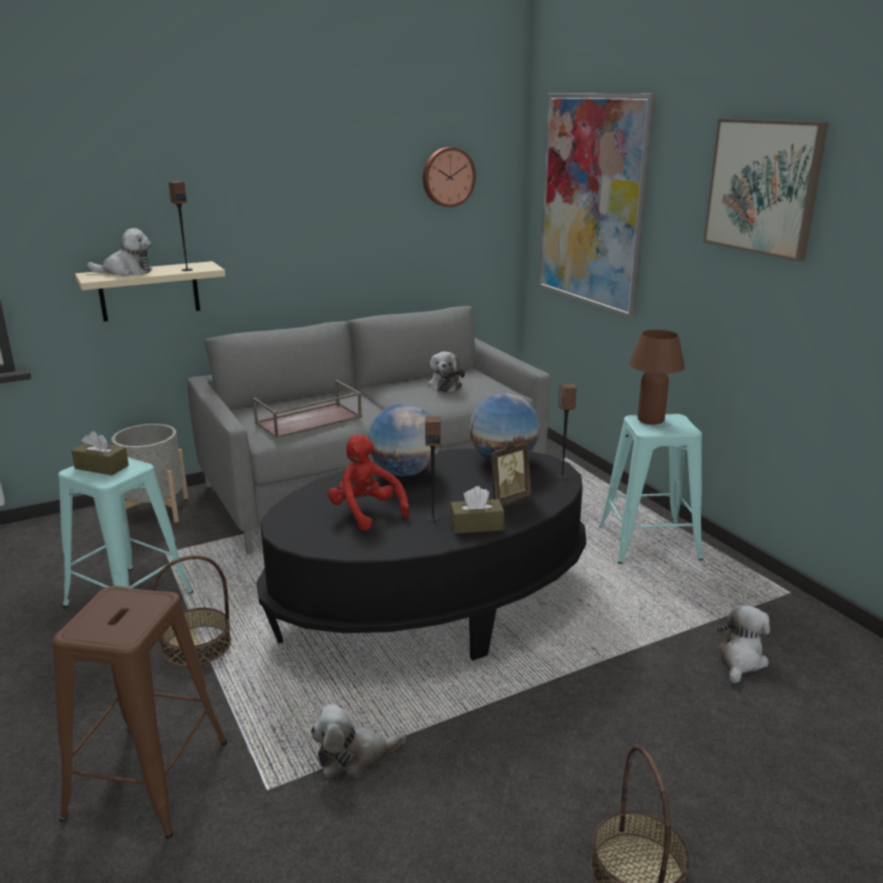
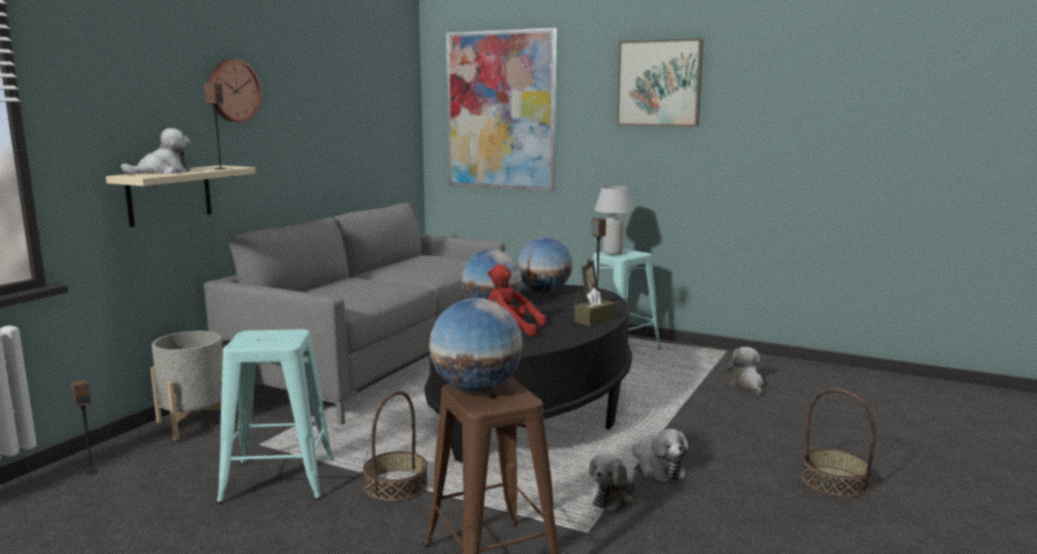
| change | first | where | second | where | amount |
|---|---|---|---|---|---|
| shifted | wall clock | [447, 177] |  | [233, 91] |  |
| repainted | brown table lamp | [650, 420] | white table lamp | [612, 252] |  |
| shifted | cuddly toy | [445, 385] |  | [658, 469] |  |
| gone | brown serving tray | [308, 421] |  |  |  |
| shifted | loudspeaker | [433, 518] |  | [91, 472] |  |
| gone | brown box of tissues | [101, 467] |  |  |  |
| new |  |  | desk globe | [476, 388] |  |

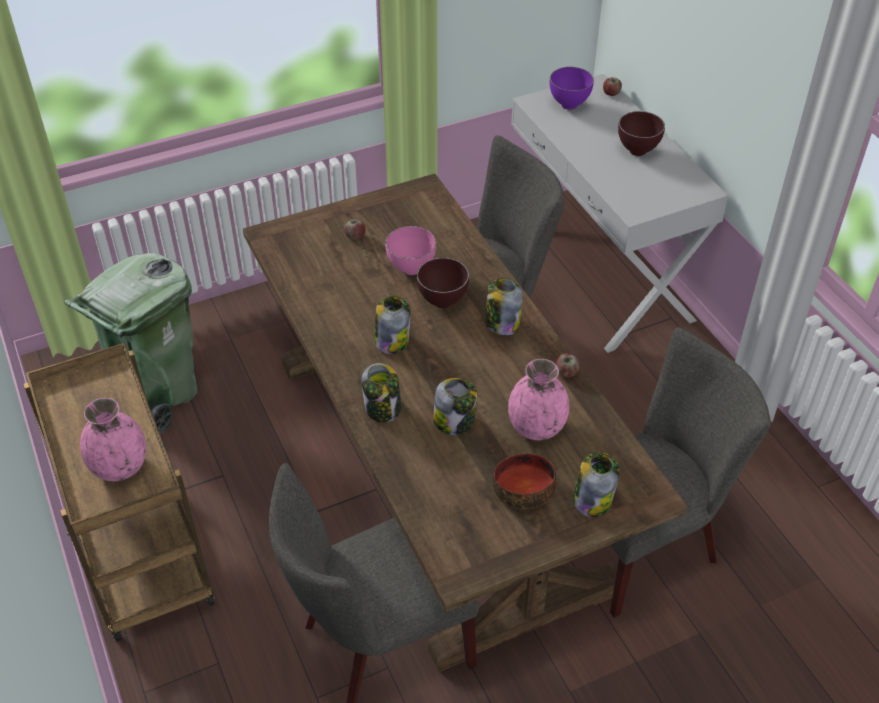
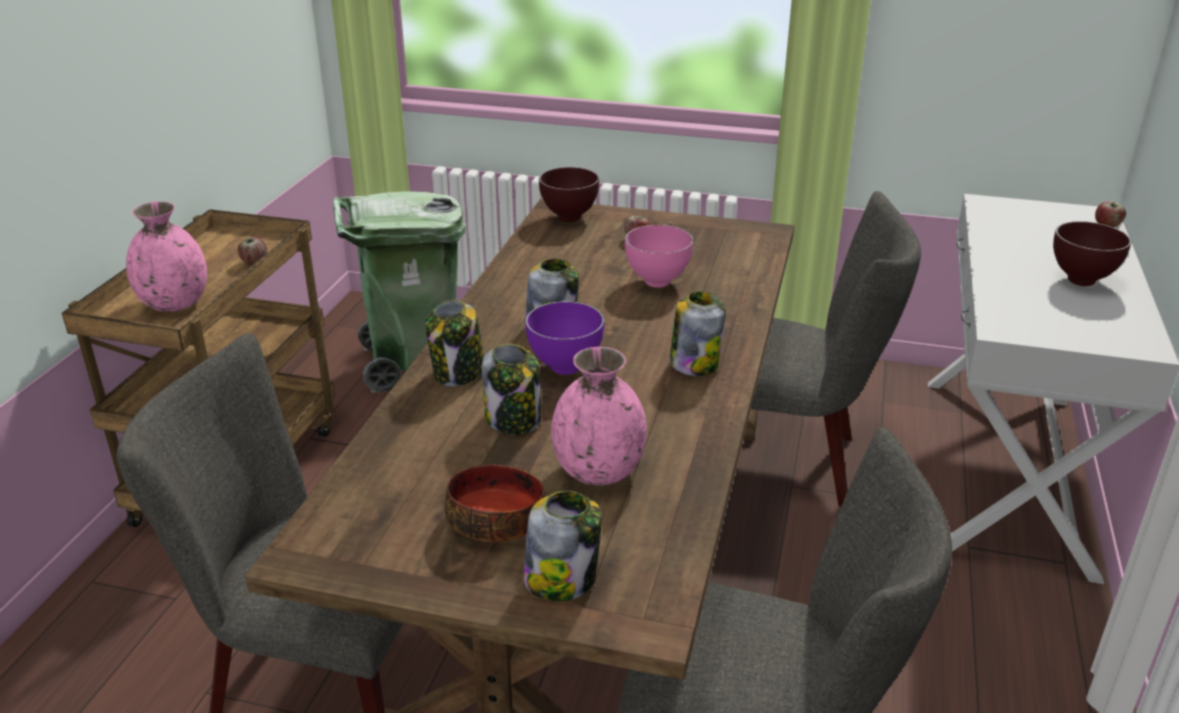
| change | first | where | second | where | amount |
|---|---|---|---|---|---|
| shifted | purple bowl | [569, 106] |  | [564, 369] |  |
| shifted | brown bowl | [441, 303] |  | [567, 218] |  |
| shifted | apple | [566, 373] |  | [254, 262] |  |

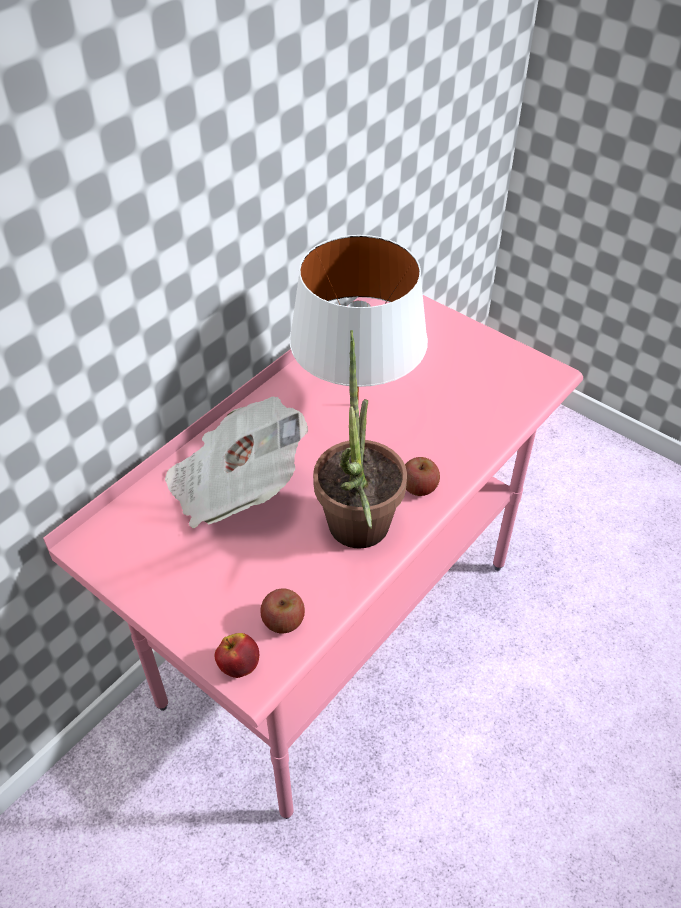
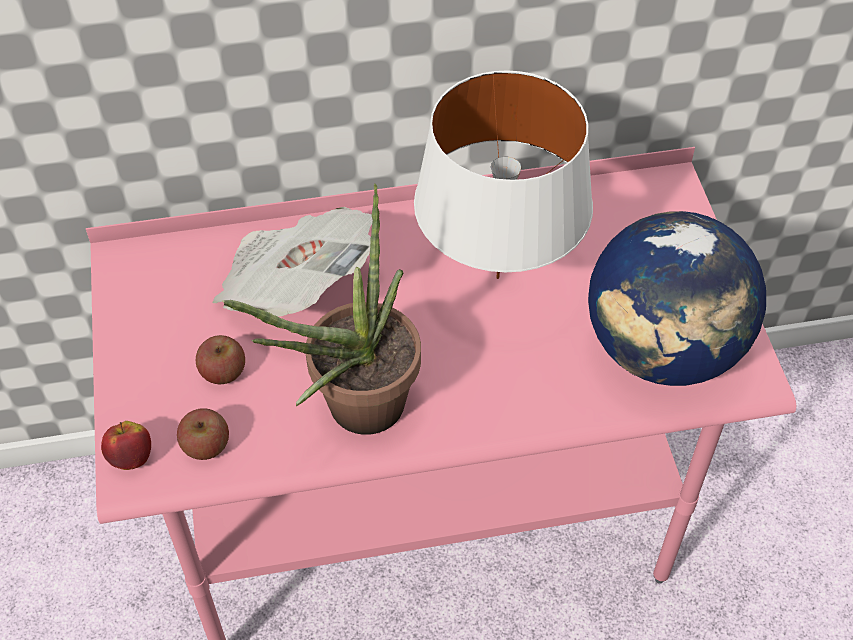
| change | first | where | second | where | amount |
|---|---|---|---|---|---|
| shifted | apple | [419, 487] |  | [223, 372] |  |
| new |  |  | desk globe | [663, 350] |  |

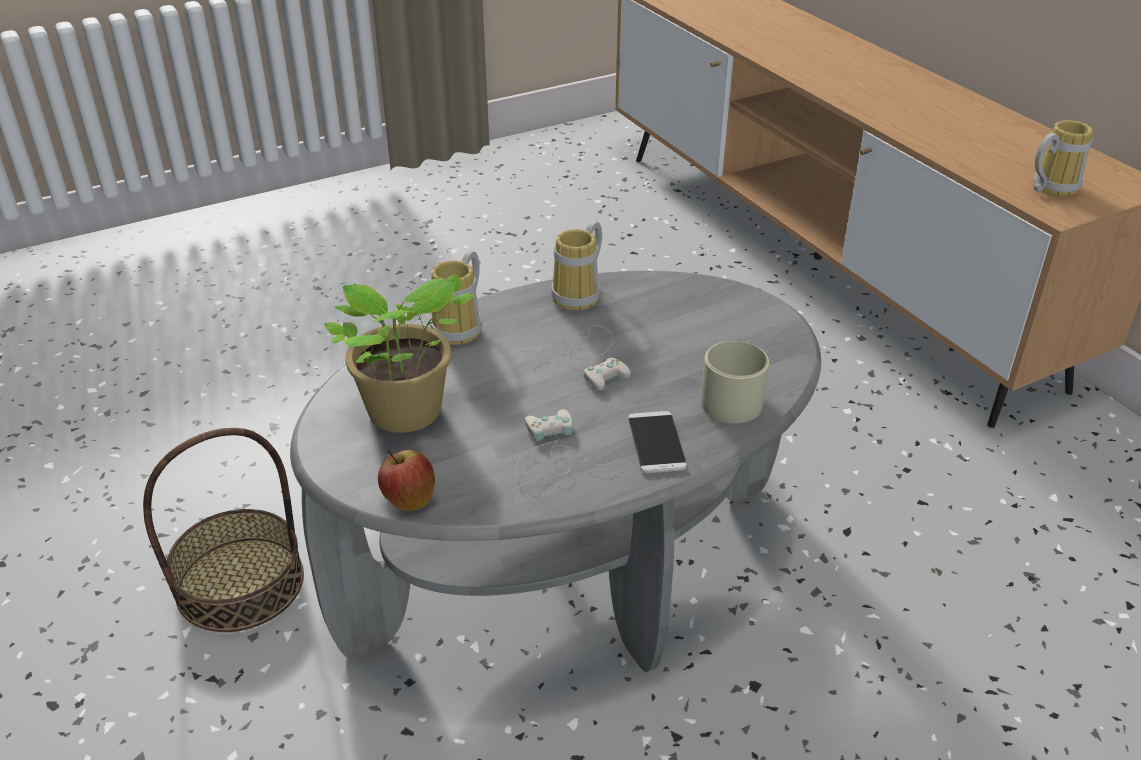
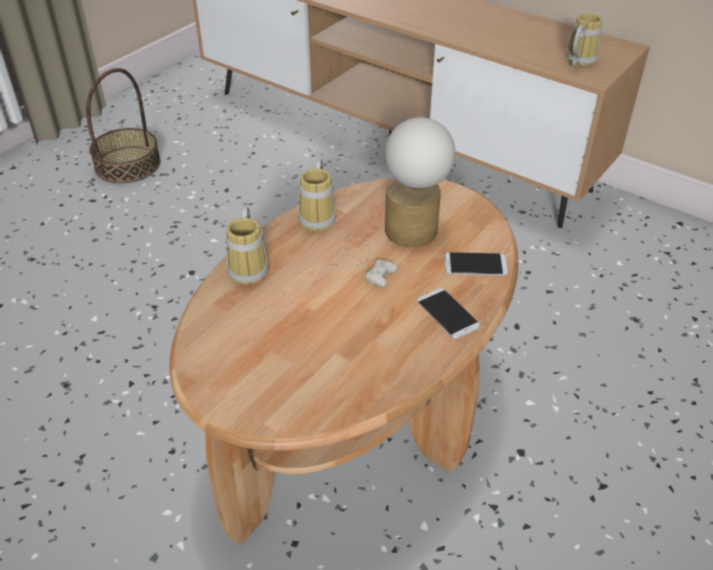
| change | first | where | second | where | amount |
|---|---|---|---|---|---|
| repainted | grey low table | [569, 566] | brown low table | [356, 414] |  |
| gone | plant in a pot | [406, 415] |  |  |  |
| swapped | beige mug | [734, 399] | phone | [475, 265] |  |
| gone | white gamepad | [553, 454] |  |  |  |
| shifted | household basket | [240, 583] |  | [127, 164] |  |
| gone | apple | [408, 501] |  |  |  |
| new |  |  | table lamp | [415, 226] |  |

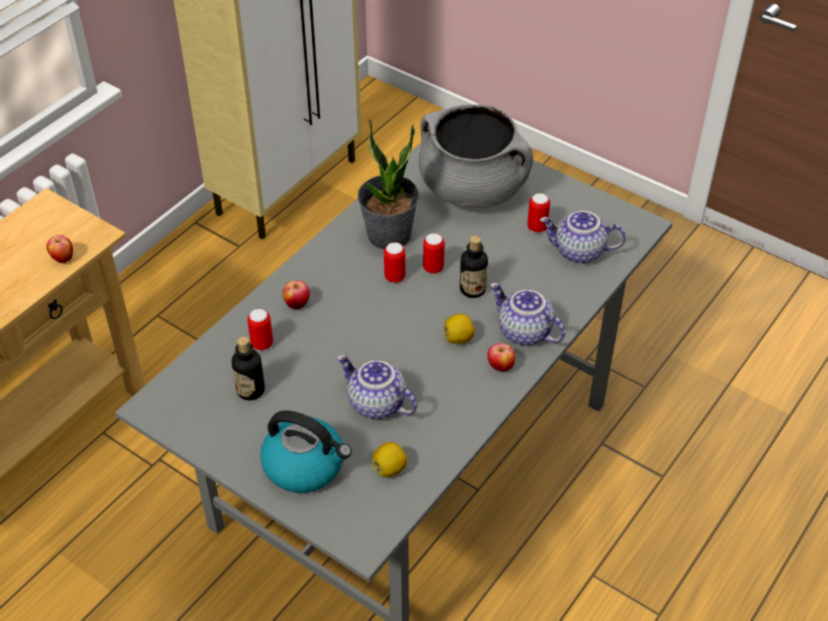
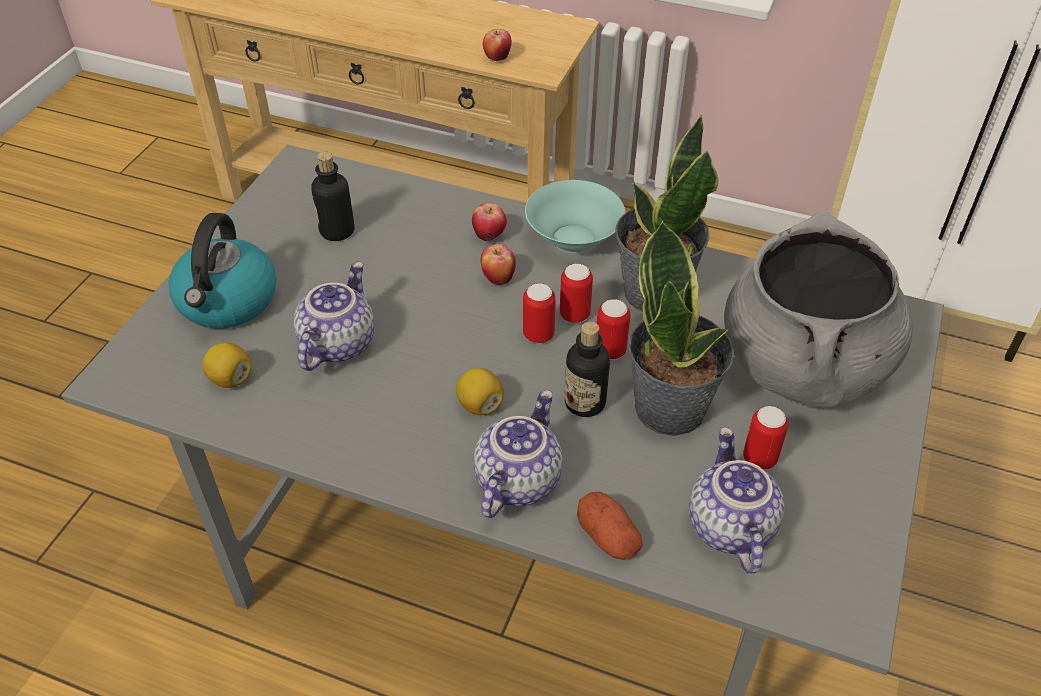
| change | first | where | second | where | amount |
|---|---|---|---|---|---|
| shifted | metal can | [262, 344] |  | [538, 335] |  |
| shifted | apple | [500, 367] |  | [498, 278] |  |
| new |  |  | blue-green bowl | [574, 240] |  |
| new |  |  | plant in a pot | [671, 408] |  |
| new |  |  | whole potato | [608, 536] |  |

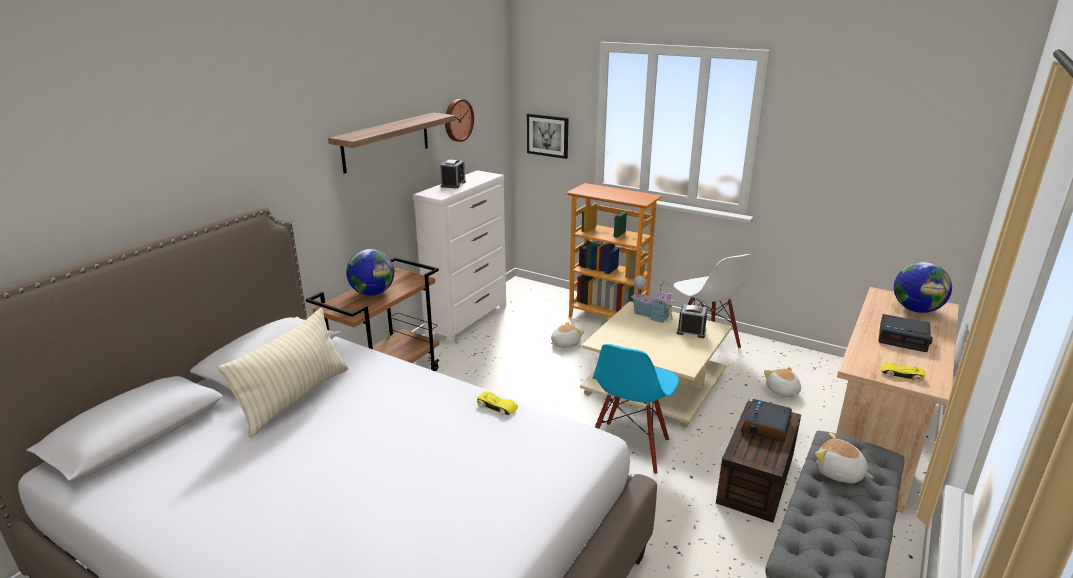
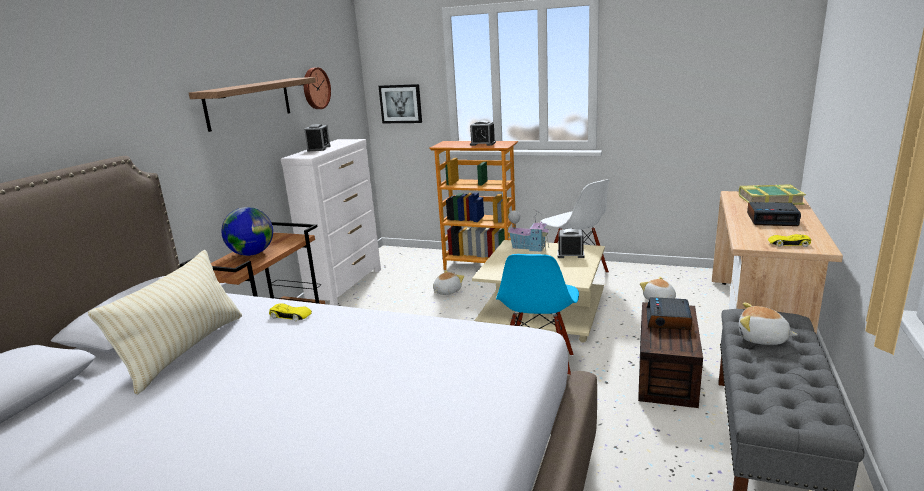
| change | first | where | second | where | amount |
|---|---|---|---|---|---|
| swapped | desk globe | [916, 310] | book | [769, 200] |  |
| shifted | yellow-coloured miniature car | [497, 407] |  | [291, 316] |  |
| new |  |  | alarm clock | [482, 144] |  |

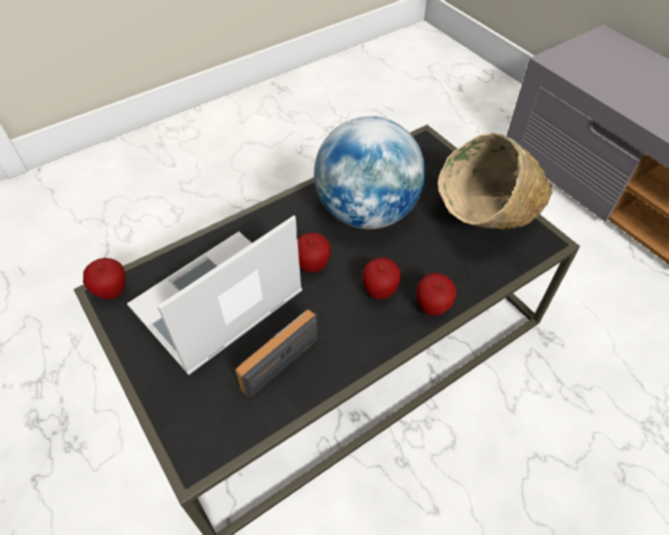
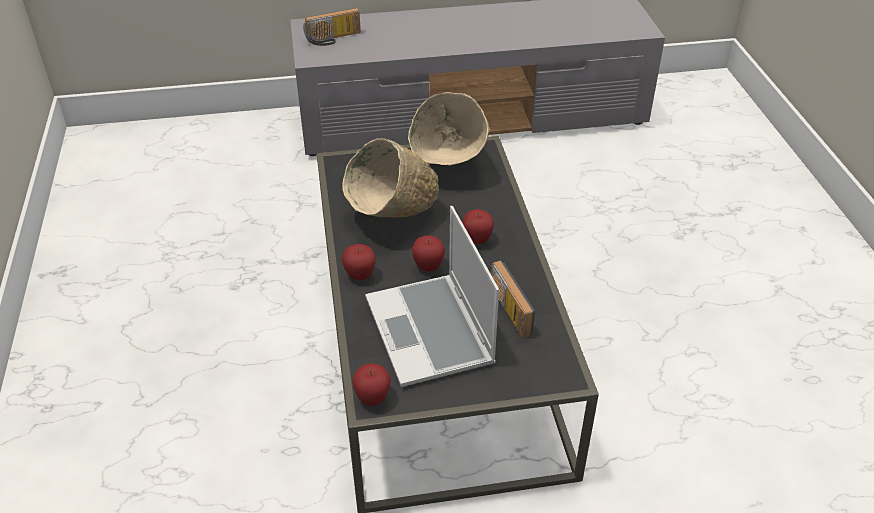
| change | first | where | second | where | amount |
|---|---|---|---|---|---|
| swapped | desk globe | [366, 212] | beige bowl | [392, 220] |  |
| shifted | apple | [432, 307] |  | [360, 276] |  |
| new |  |  | radio receiver | [333, 39] |  |

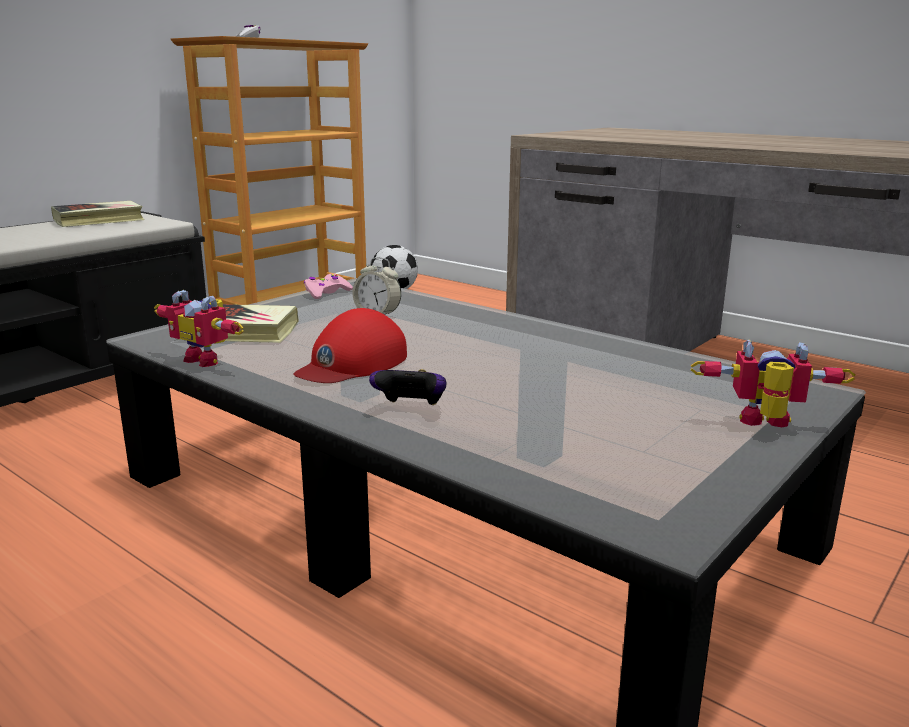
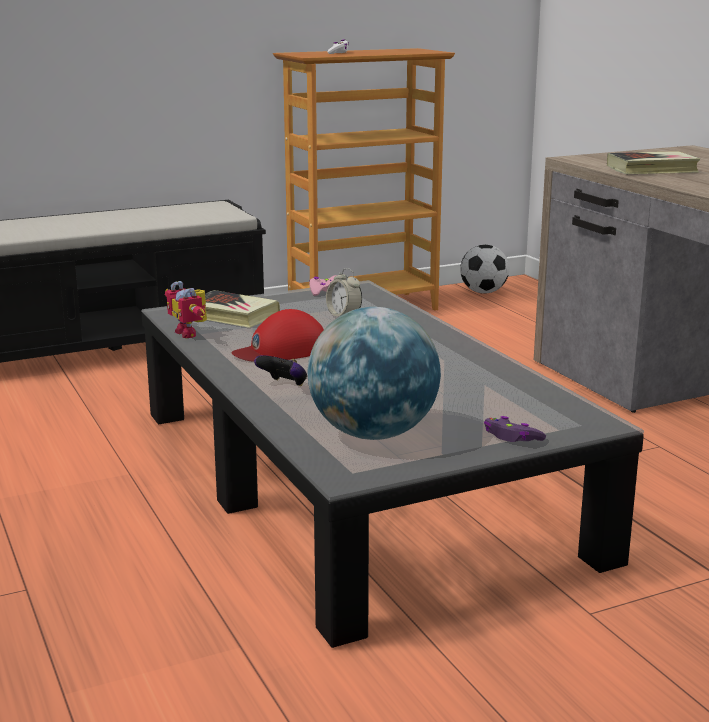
| change | first | where | second | where | amount |
|---|---|---|---|---|---|
| shifted | book | [99, 220] |  | [652, 169] |  |
| swapped | toy robot | [766, 425] | purple gamepad | [512, 437] |  |
| new |  |  | desk globe | [373, 434] |  |

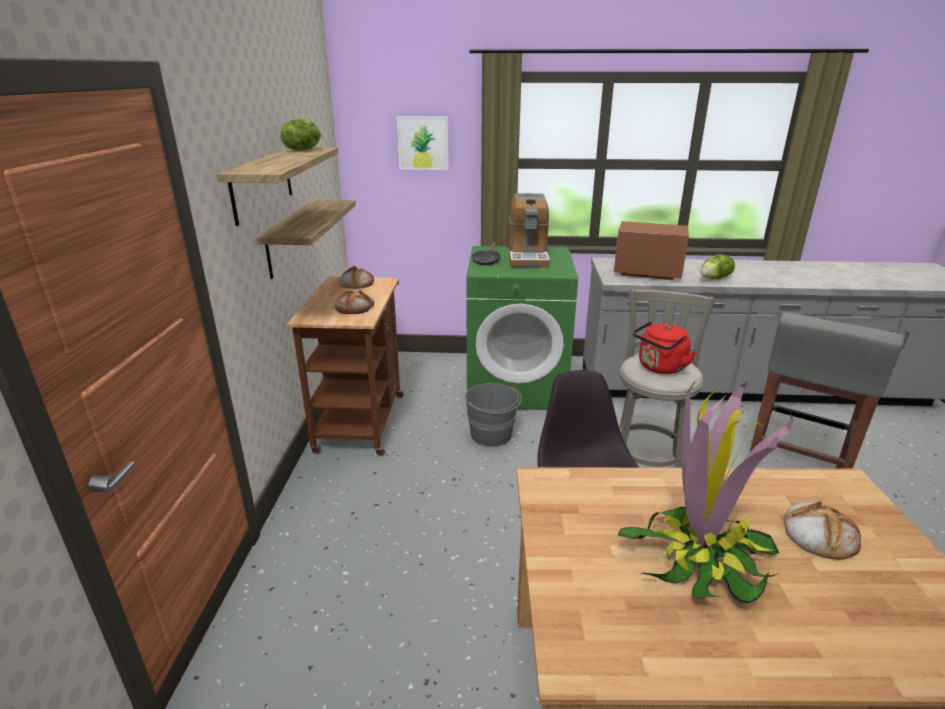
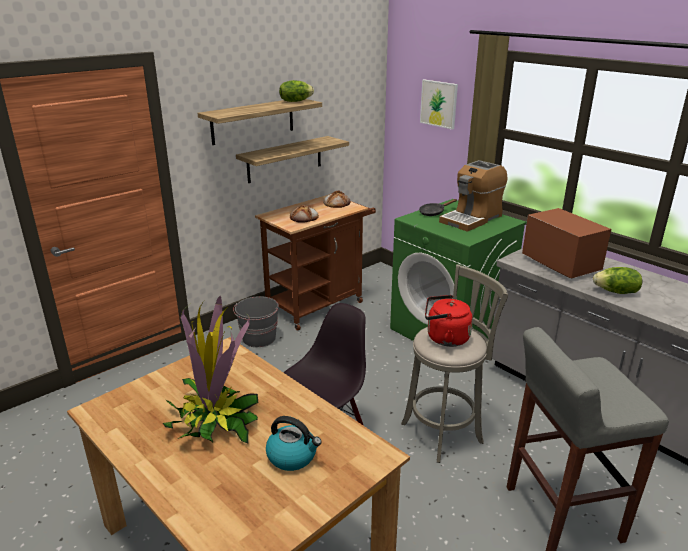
| change | first | where | second | where | amount |
|---|---|---|---|---|---|
| shifted | grey water bucket | [492, 435] |  | [259, 338] |  |
| swapped | bread | [818, 534] | tea kettle | [293, 456] |  |

